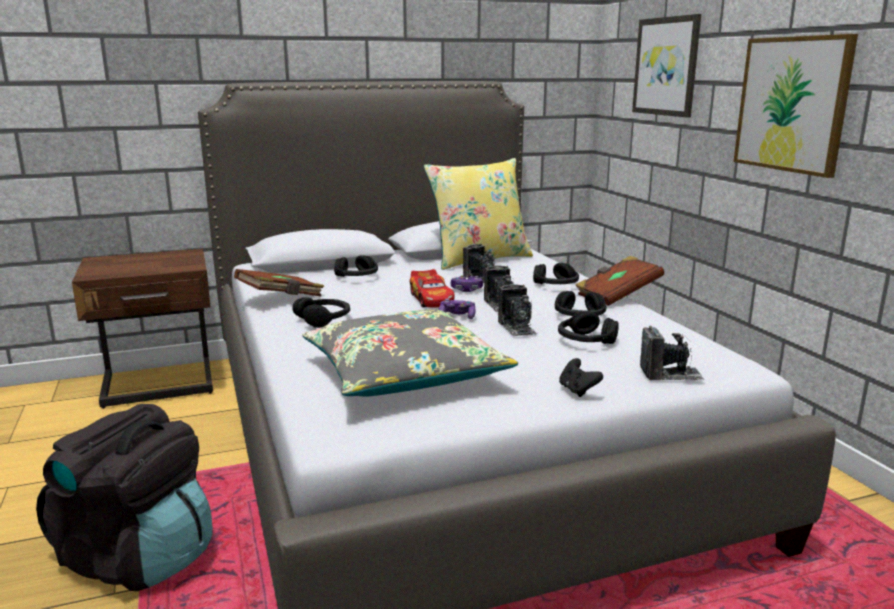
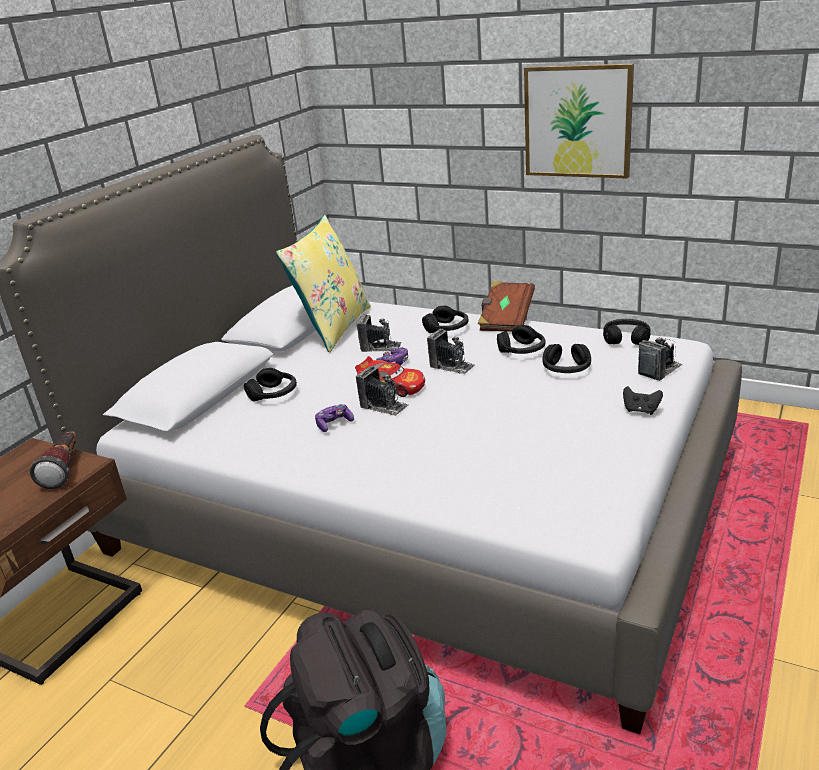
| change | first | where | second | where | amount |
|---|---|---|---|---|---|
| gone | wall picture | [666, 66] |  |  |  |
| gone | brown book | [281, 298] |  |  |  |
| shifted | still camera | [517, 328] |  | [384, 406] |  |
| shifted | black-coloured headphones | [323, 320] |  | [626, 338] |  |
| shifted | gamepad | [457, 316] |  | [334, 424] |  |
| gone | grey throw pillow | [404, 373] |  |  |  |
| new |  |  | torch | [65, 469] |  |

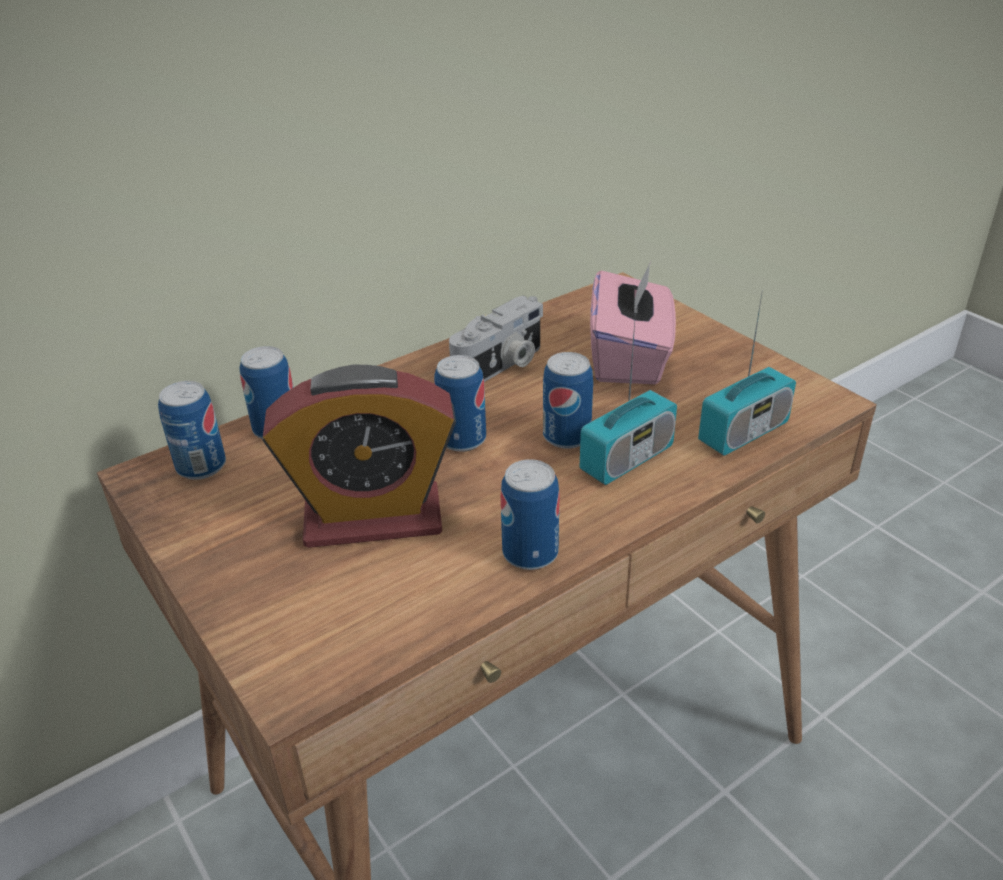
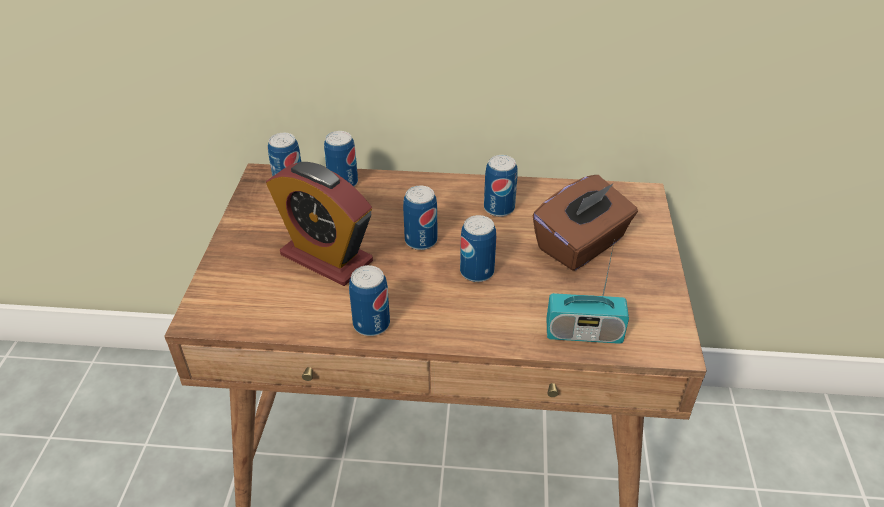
| change | first | where | second | where | amount |
|---|---|---|---|---|---|
| repainted | pink-coloured box of tissues | [629, 358] | brown box of tissues | [581, 245] |  |
| swapped | still camera | [501, 366] | metal can | [499, 208] |  |
| gone | radio receiver | [627, 459] |  |  |  |

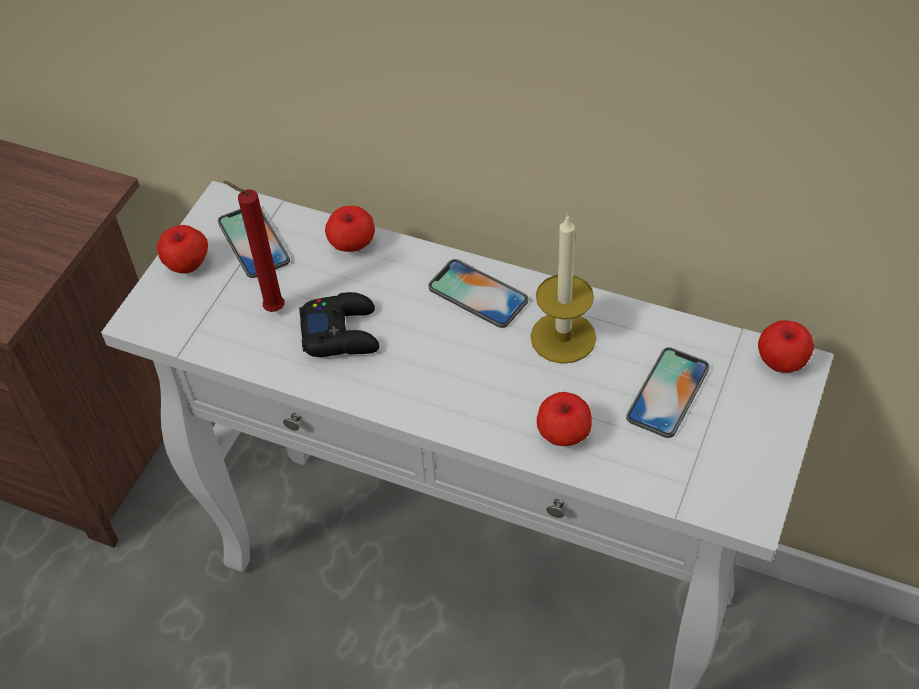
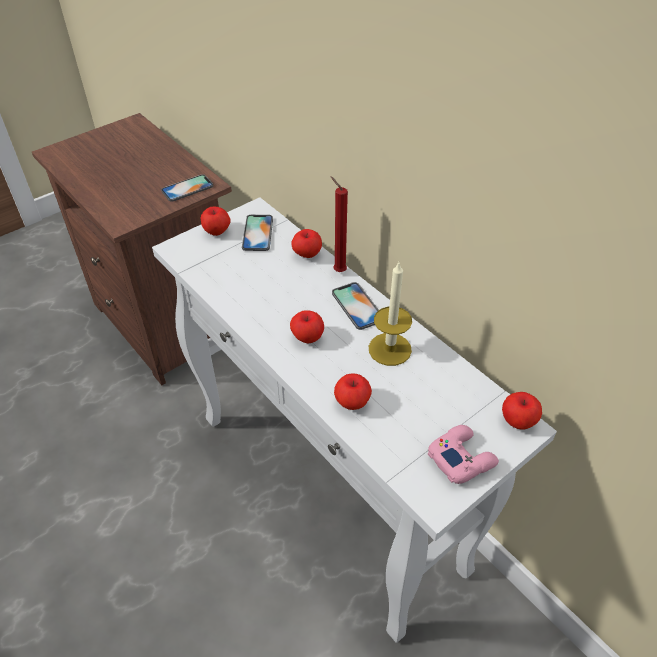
| change | first | where | second | where | amount |
|---|---|---|---|---|---|
| shifted | reddish candle | [271, 309] |  | [338, 271] |  |
| gone | black-coloured gamepad | [341, 333] |  |  |  |
| shifted | phone | [668, 392] |  | [187, 188] |  |
| new |  |  | apple | [307, 337] |  |
| new |  |  | pink-coloured gamepad | [461, 458] |  |

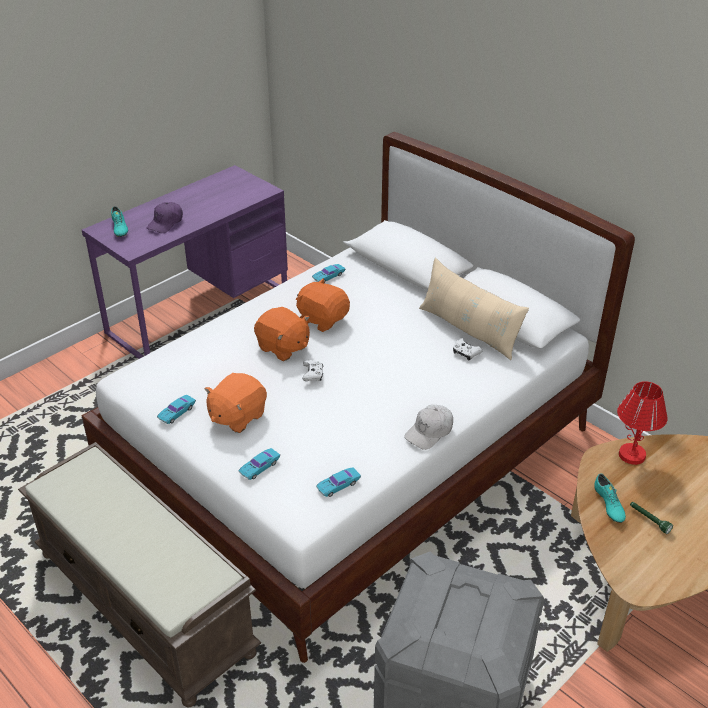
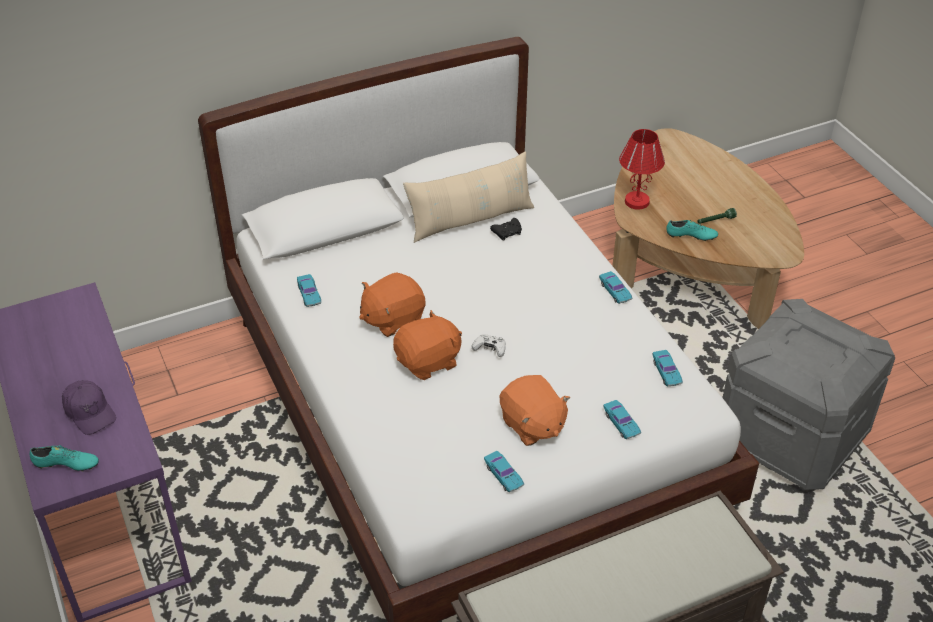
| change | first | where | second | where | amount |
|---|---|---|---|---|---|
| repainted | white gamepad | [465, 353] | black-coloured gamepad | [507, 233] |  |
| swapped | white peaked cap | [429, 432] | blue-green miniature car | [615, 291] |  |

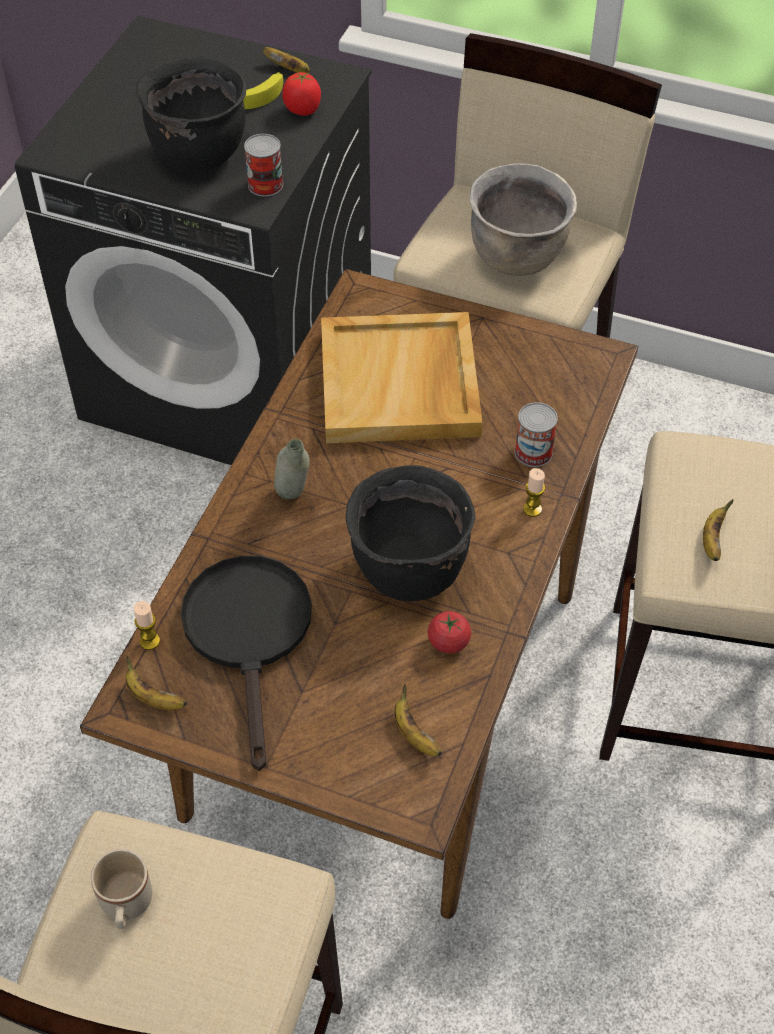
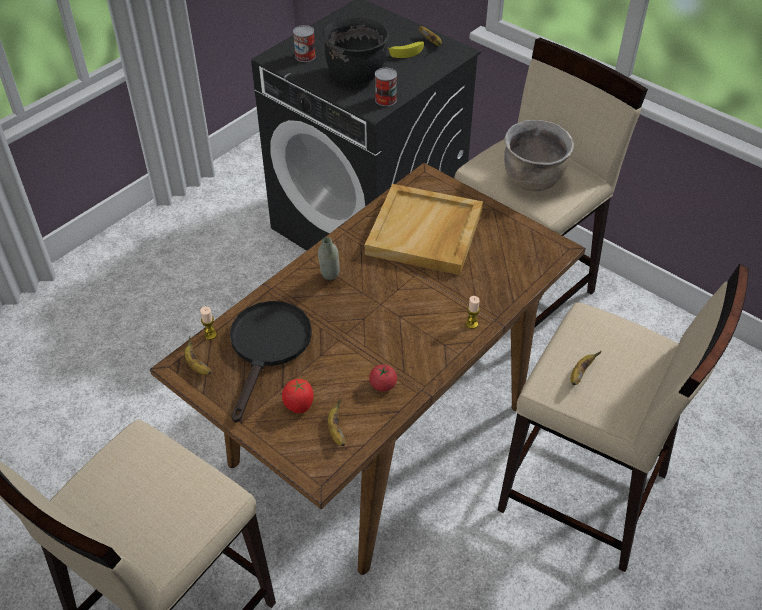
| change | first | where | second | where | amount |
|---|---|---|---|---|---|
| shifted | whole tomato | [303, 110] |  | [299, 405] |  |
| shifted | metal can | [533, 452] |  | [305, 56] |  |
| gone | black-coloured stockpot | [408, 569] |  |  |  |
| gone | beige mug | [126, 906] |  |  |  |

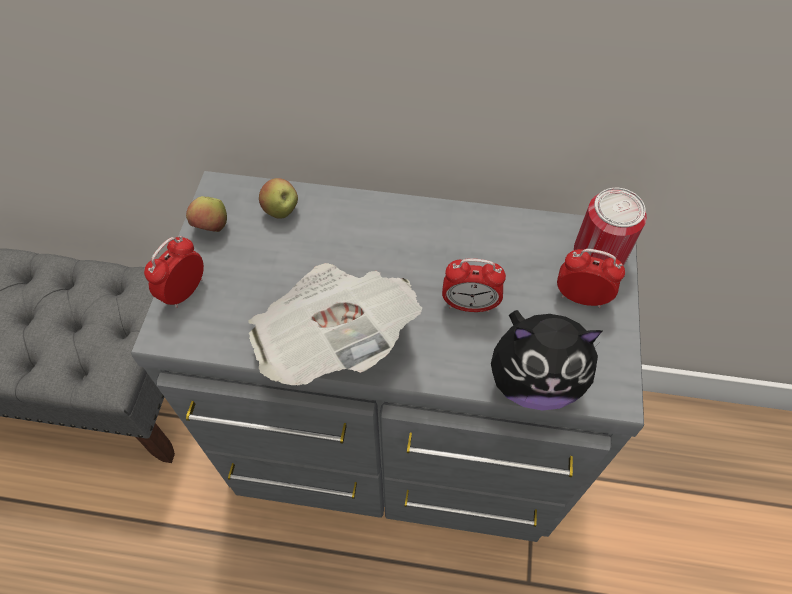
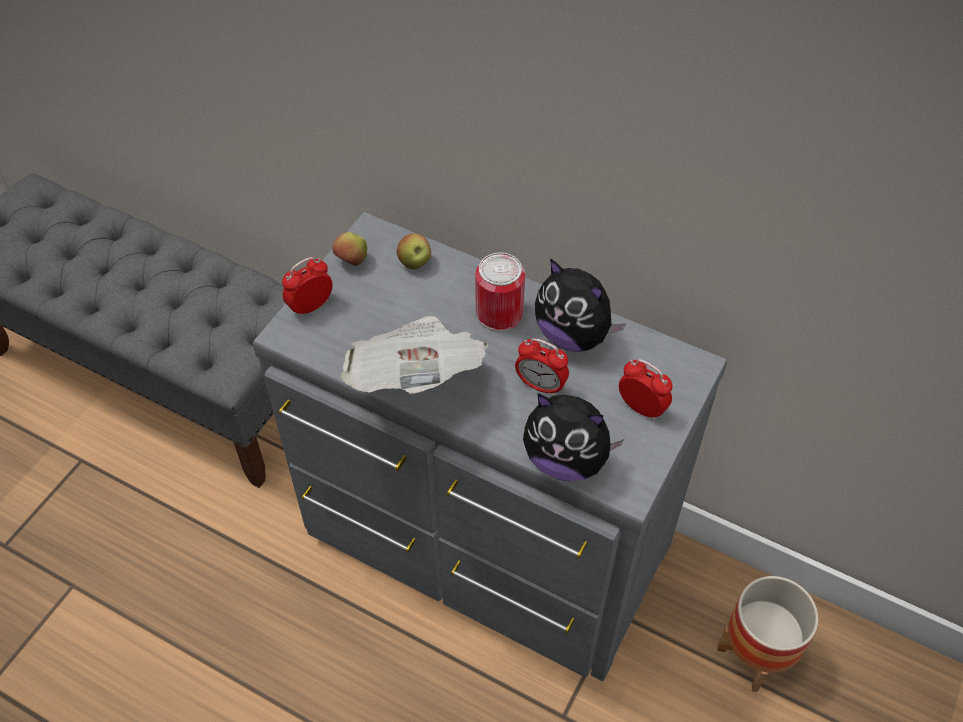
| change | first | where | second | where | amount |
|---|---|---|---|---|---|
| shifted | metal can | [599, 254] |  | [499, 313] |  |
| new |  |  | cuddly toy | [573, 335] |  |
| new |  |  | flower pot | [755, 654] |  |

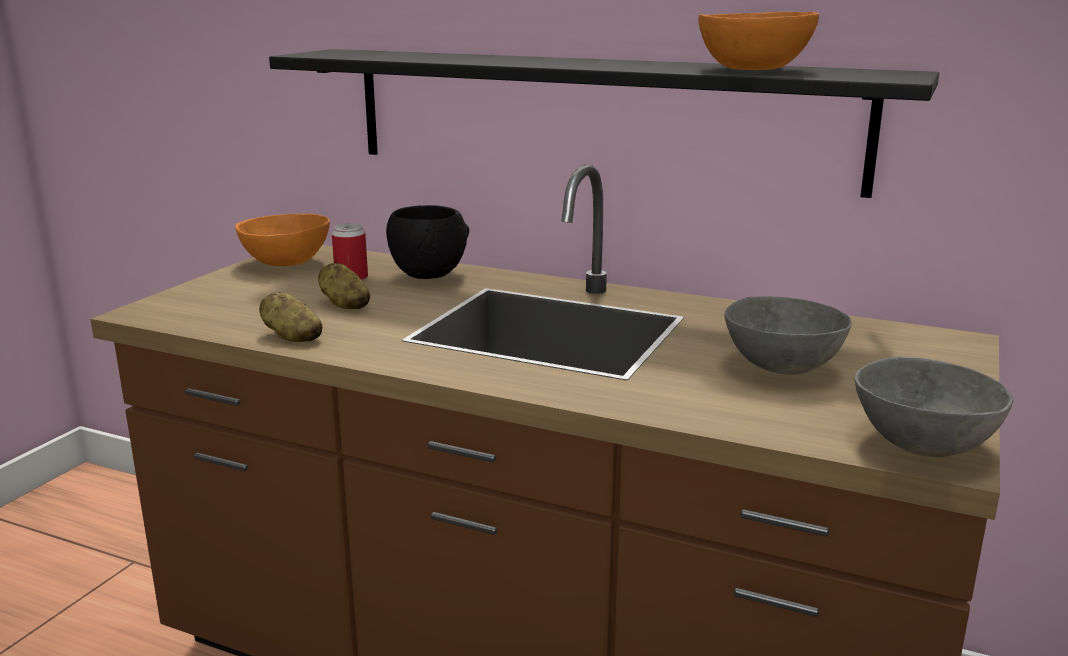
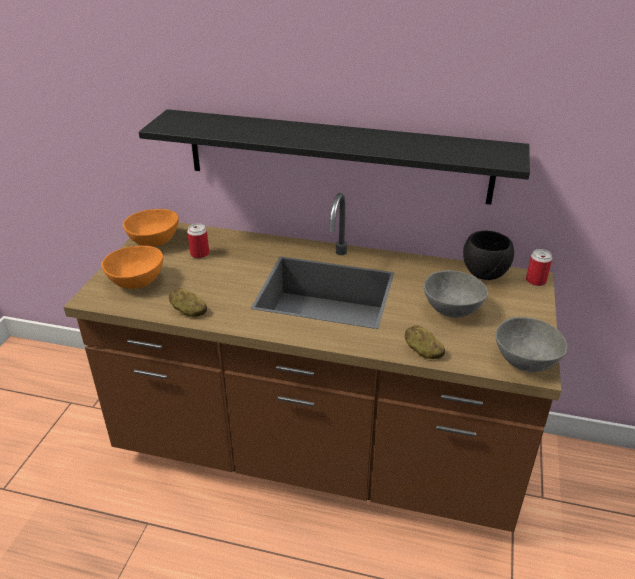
| change | first | where | second | where | amount |
|---|---|---|---|---|---|
| shifted | orange bowl | [756, 70] |  | [137, 282] |  |
| shifted | black-coloured bowl | [430, 276] |  | [485, 274] |  |
| shifted | whole potato | [344, 304] |  | [423, 352] |  |
| new |  |  | metal can | [535, 281] |  |

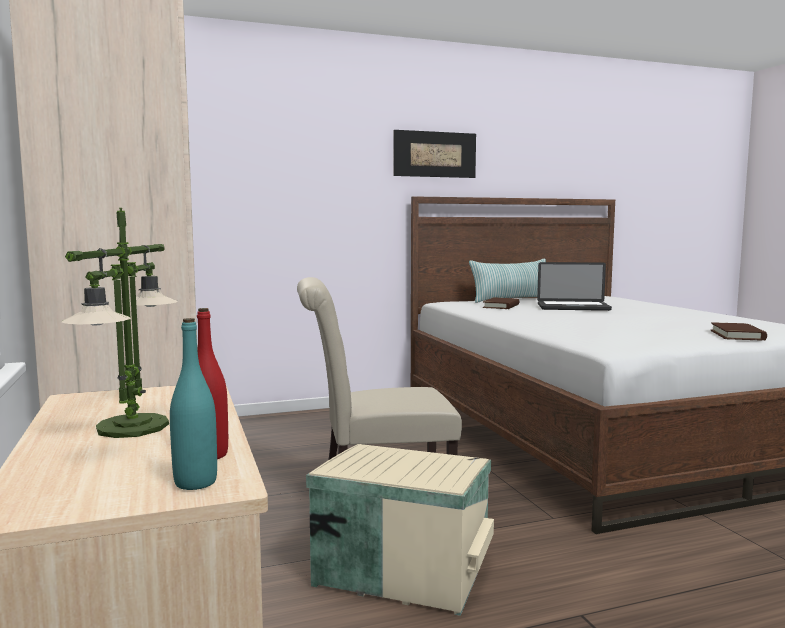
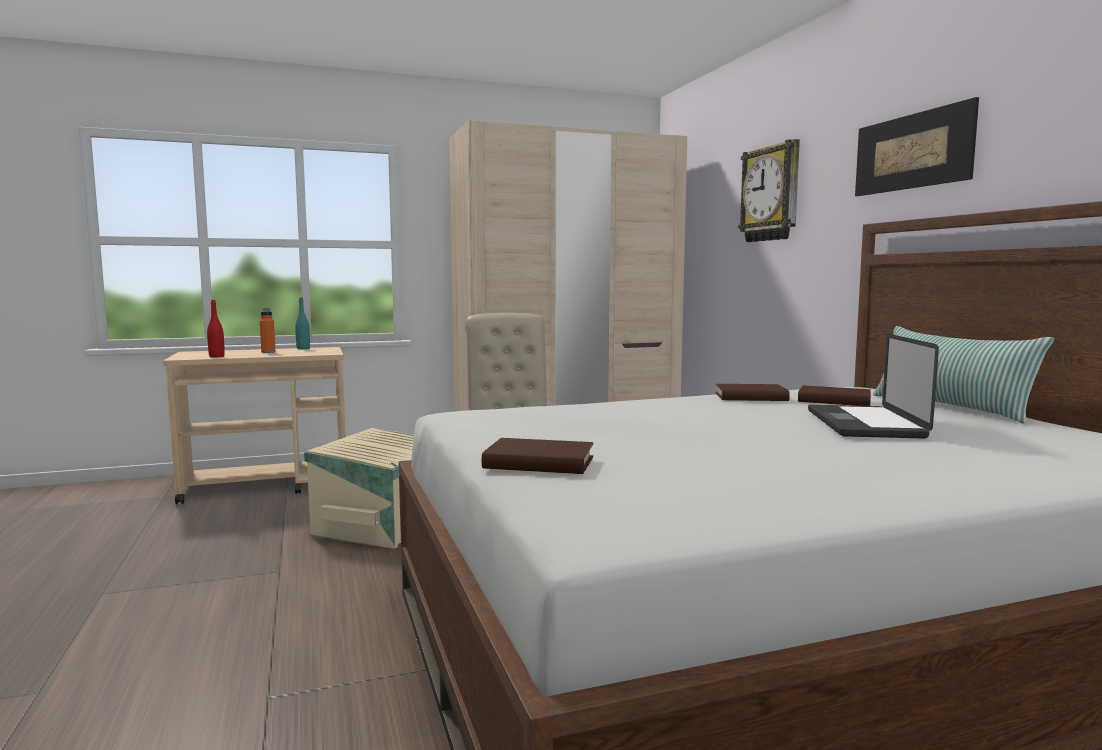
| change | first | where | second | where | amount |
|---|---|---|---|---|---|
| swapped | table lamp | [132, 427] | orange beverage bottle | [268, 352] |  |
| shifted | blue-green beverage bottle | [195, 482] |  | [303, 348] |  |
| new |  |  | wall clock | [771, 194] |  |
| new |  |  | brown book | [751, 397] |  |

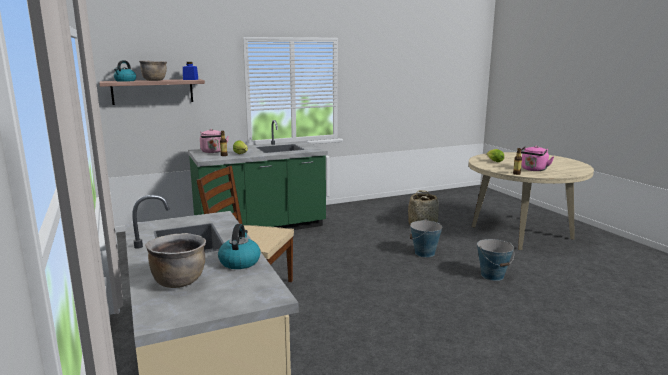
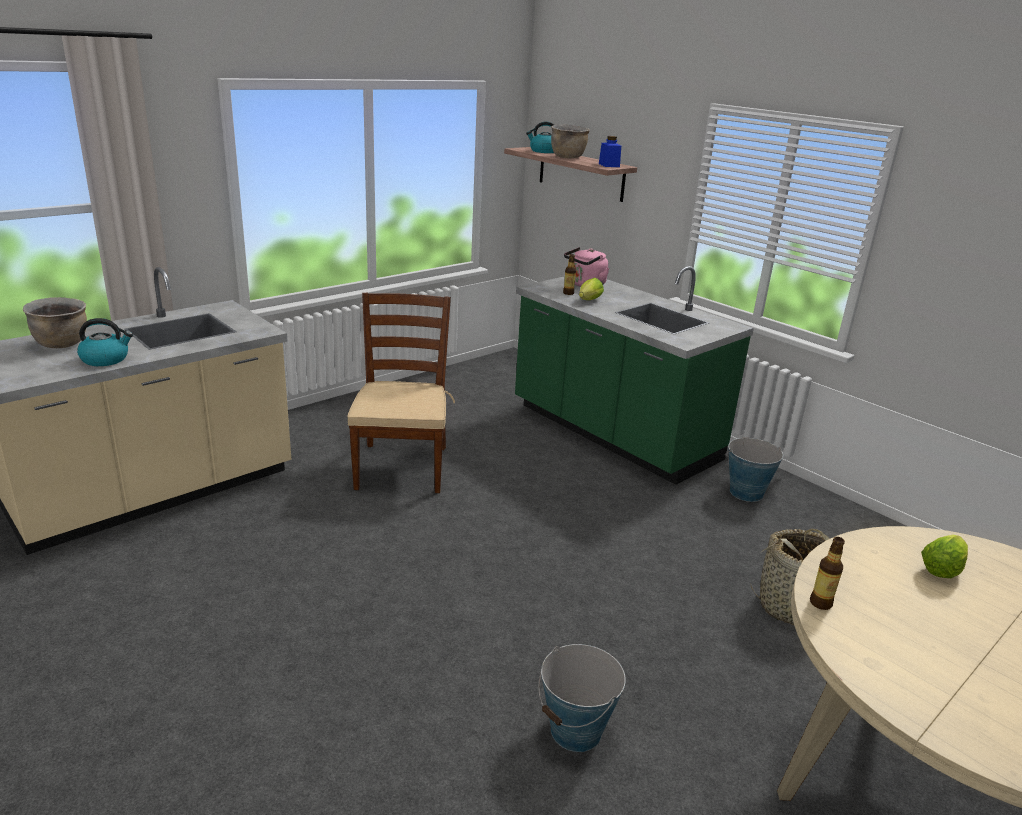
| change | first | where | second | where | amount |
|---|---|---|---|---|---|
| gone | pink-coloured tea kettle | [533, 170] |  |  |  |
| shifted | water bucket | [424, 253] |  | [746, 493] |  |

